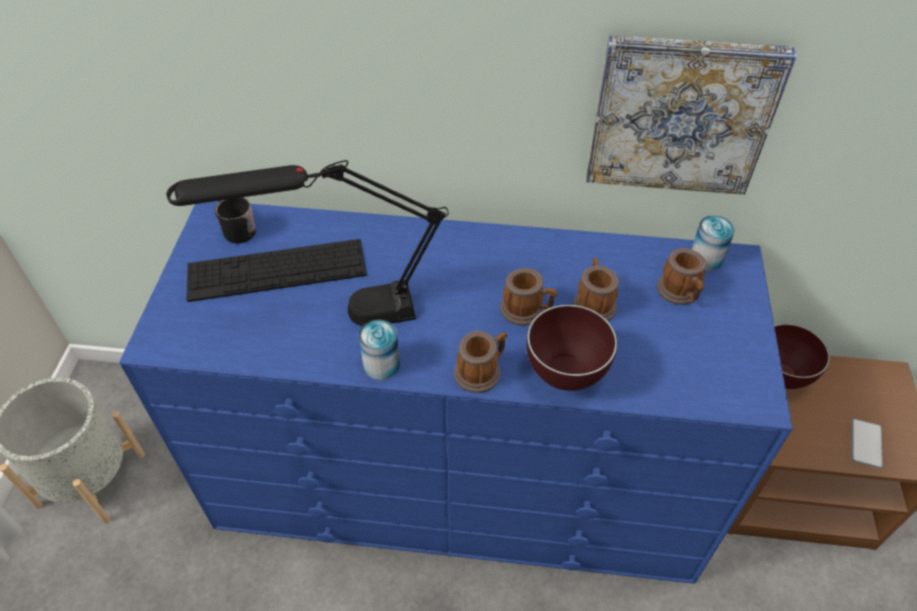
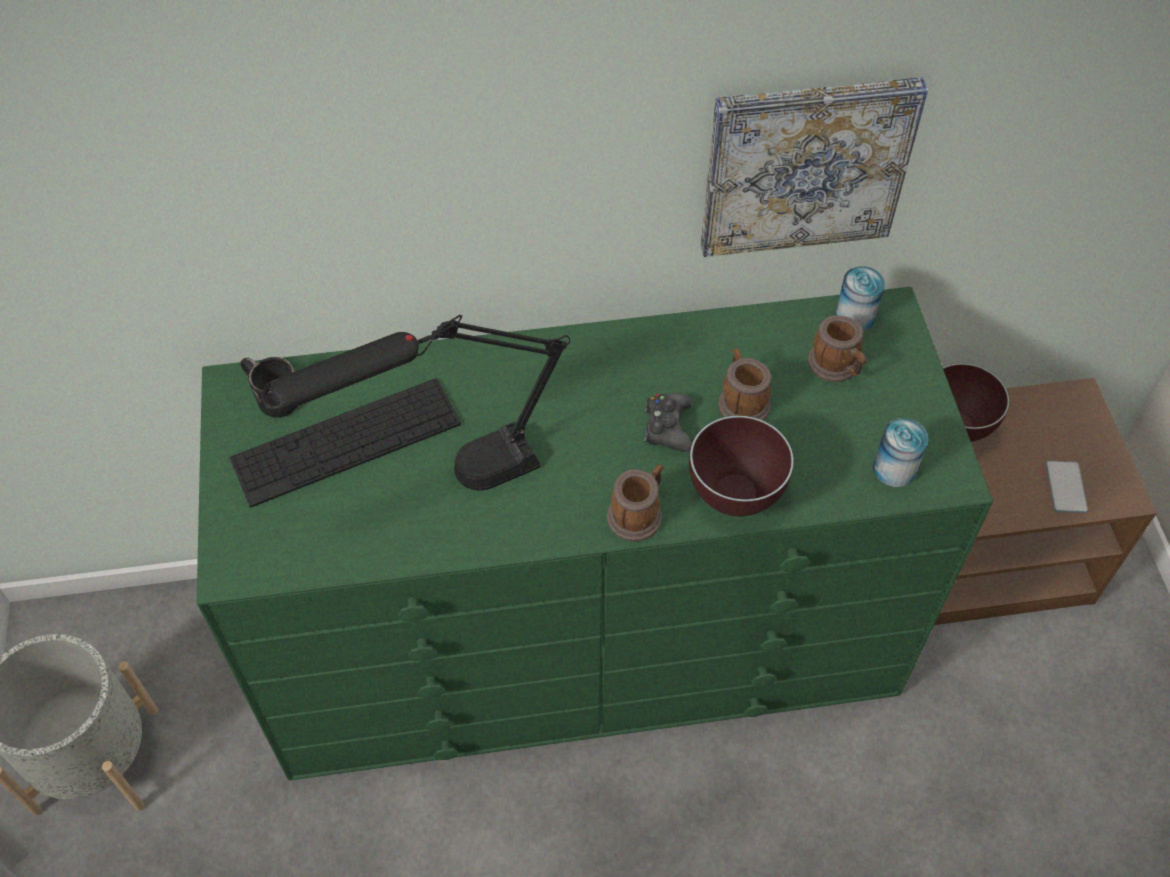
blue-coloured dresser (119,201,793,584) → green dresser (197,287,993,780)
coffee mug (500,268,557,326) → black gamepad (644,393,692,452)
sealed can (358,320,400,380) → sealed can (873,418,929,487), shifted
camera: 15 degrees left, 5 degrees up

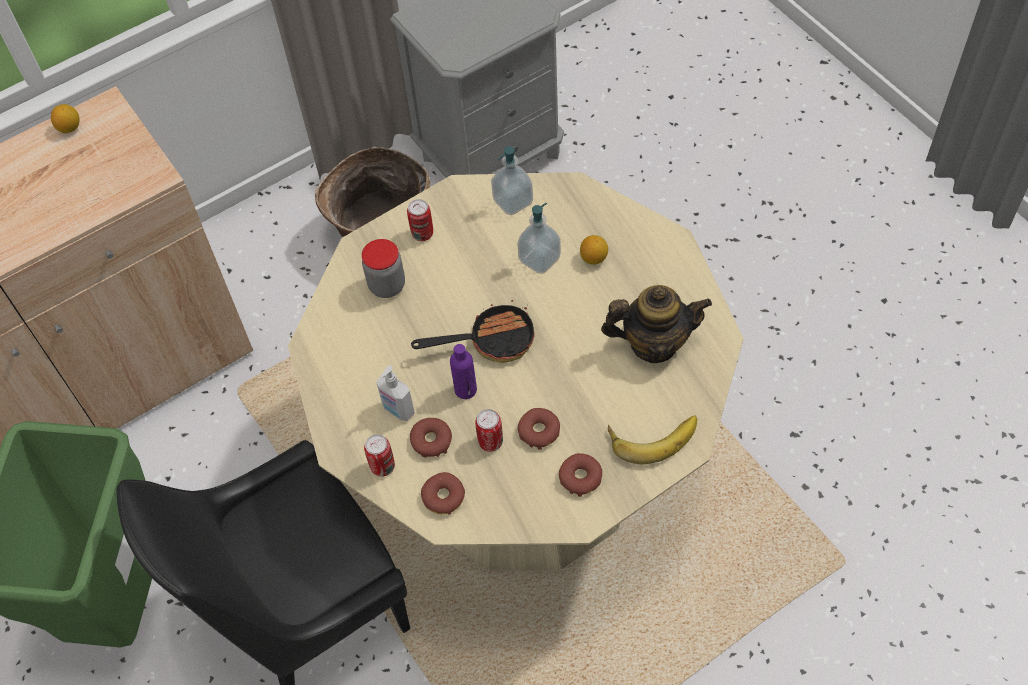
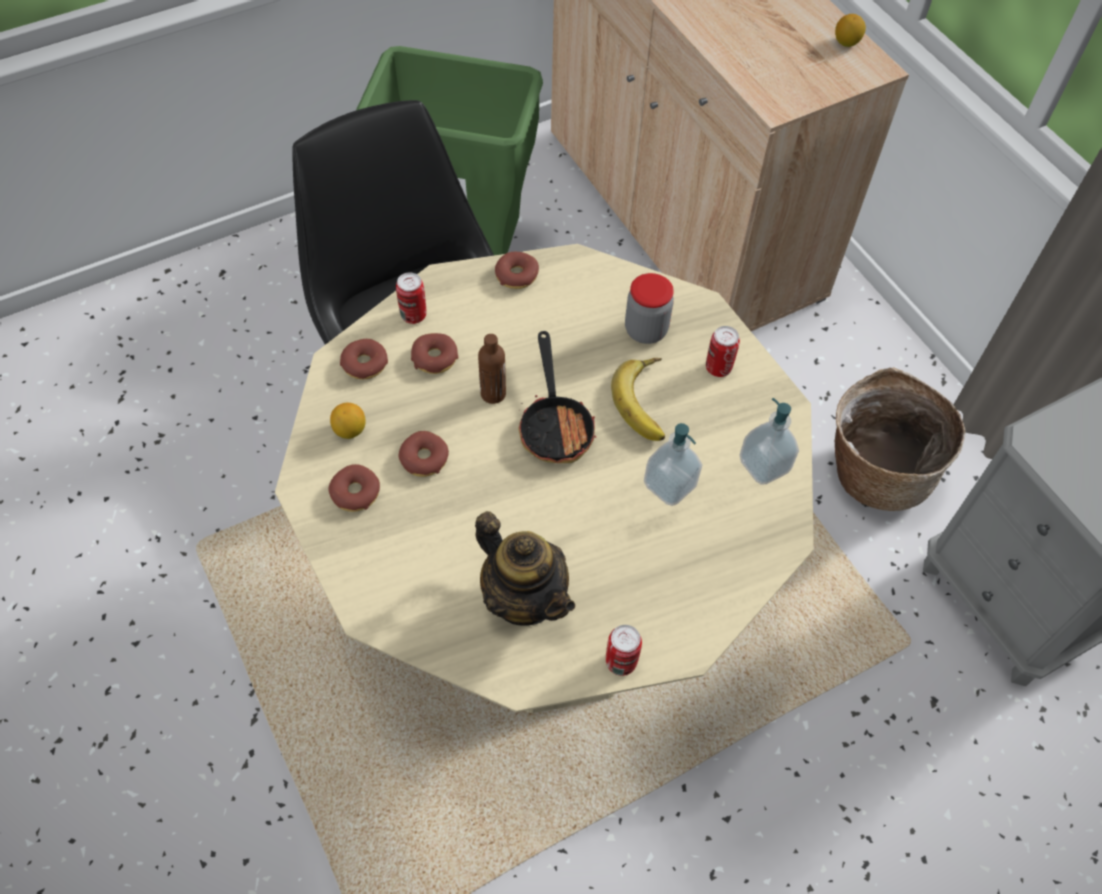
whole lemon (580,235,608,265) → whole lemon (330,403,365,439), shifted
teapot (601,285,712,363) → teapot (475,511,575,626), 45 degrees counterclockwise
purple-coloured beverage bottle (450,344,477,399) → brown-coloured beverage bottle (478,334,506,404)
- → donut (495,252,539,289)
sealed can (475,409,503,452) → sealed can (606,625,642,676), shifted
banana (608,415,697,464) → banana (611,358,665,441), shifted
liquid soap bottle (376,365,415,421) → -
camera: 90 degrees right, 0 degrees up

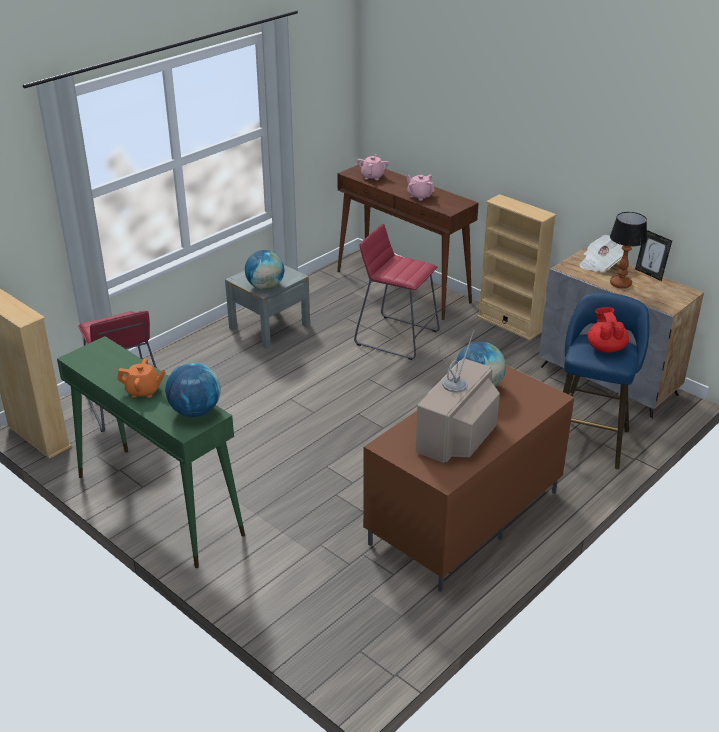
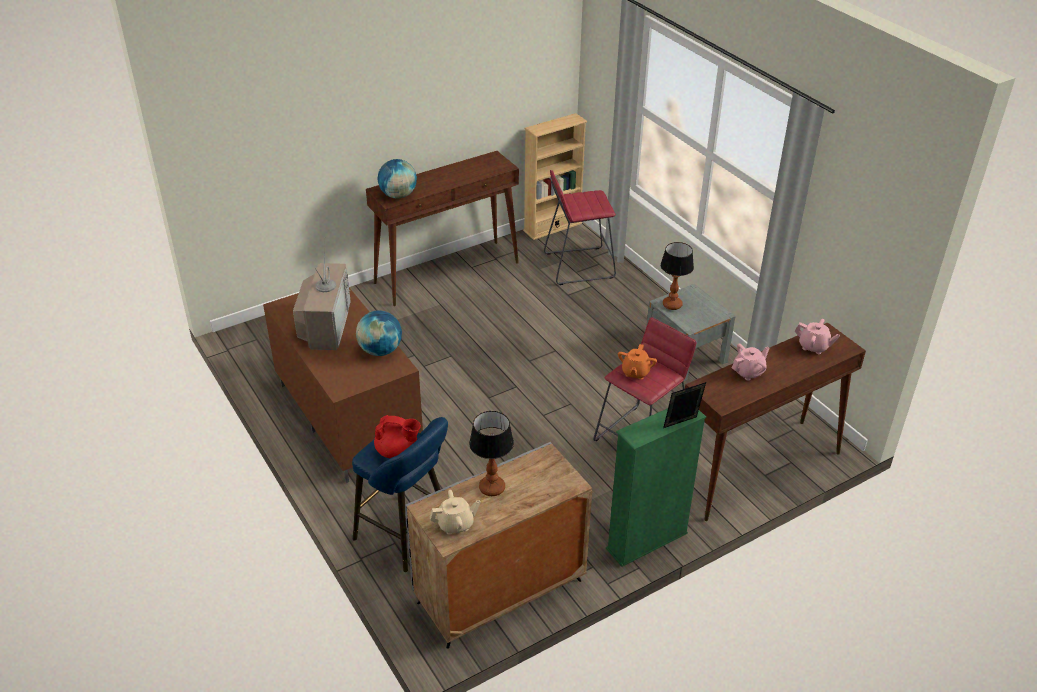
TV set (415,330,500,463) → TV set (293,244,351,350), 45 degrees clockwise
green console table (57,336,245,568) → brown-coloured console table (366,151,519,306)
- → beige teapot (430,490,481,535)
beige bookcase (477,194,557,340) → green bookcase (606,408,706,567)
orange-coloured teapot (117,358,166,398) → orange-coloured teapot (618,344,657,379), shifted
world globe (245,250,284,290) → tabletop lamp (660,242,694,310)
photo frame (635,230,672,281) → photo frame (663,382,706,428), shifted
printed paper (579,235,624,273) → -
camera: 105 degrees right, 5 degrees up

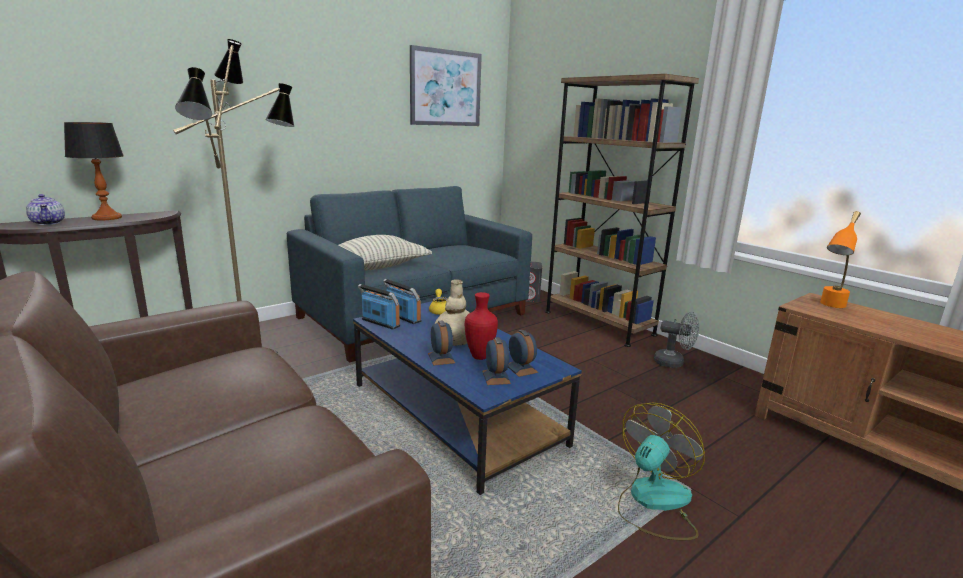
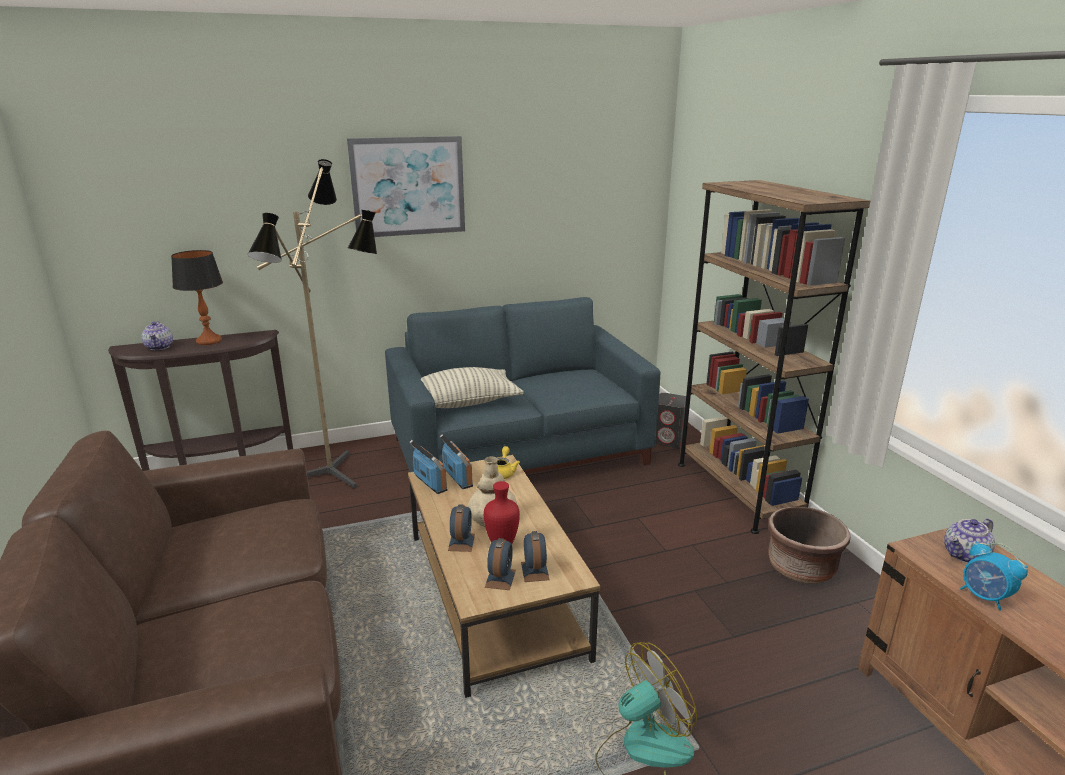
wall picture (410,45,482,126) → wall picture (347,136,465,237), shifted
blue-coloured lounge table (353,301,582,495) → brown-coloured lounge table (408,455,600,698)
greyish electric fan (654,312,699,368) → brown-coloured planter (768,507,850,584)
orange-coloured tabletop lamp (820,211,861,308) → teapot (944,518,995,563)
- → bedside clock (960,542,1028,611)
camera: 20 degrees right, 5 degrees up

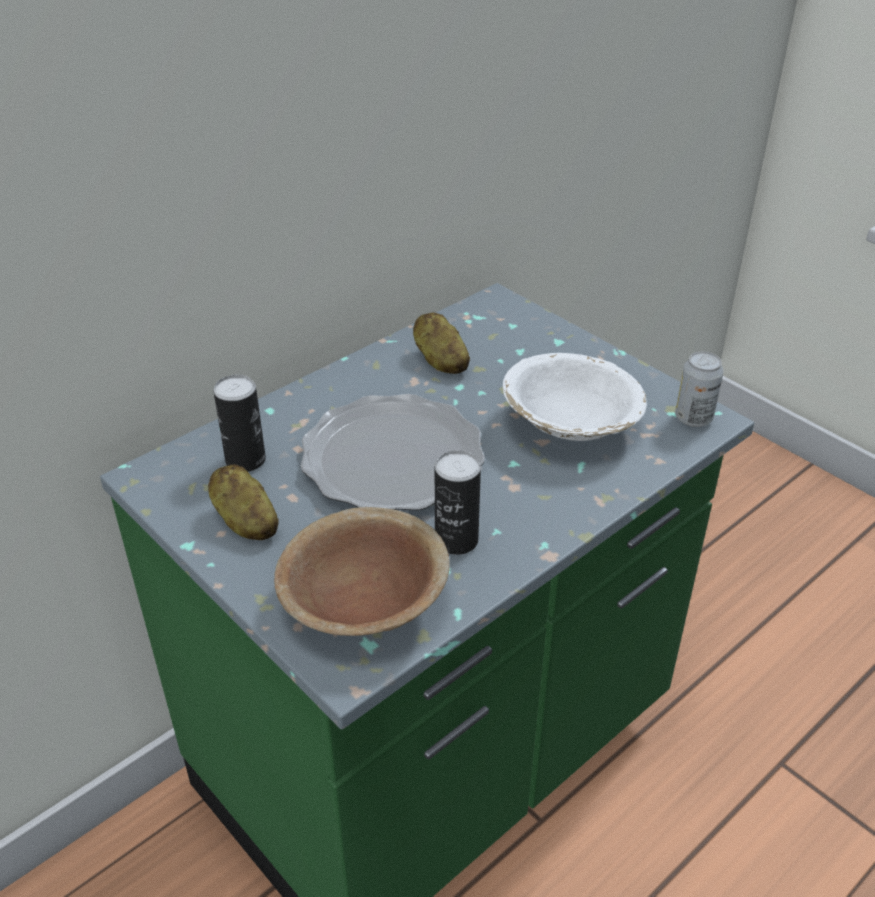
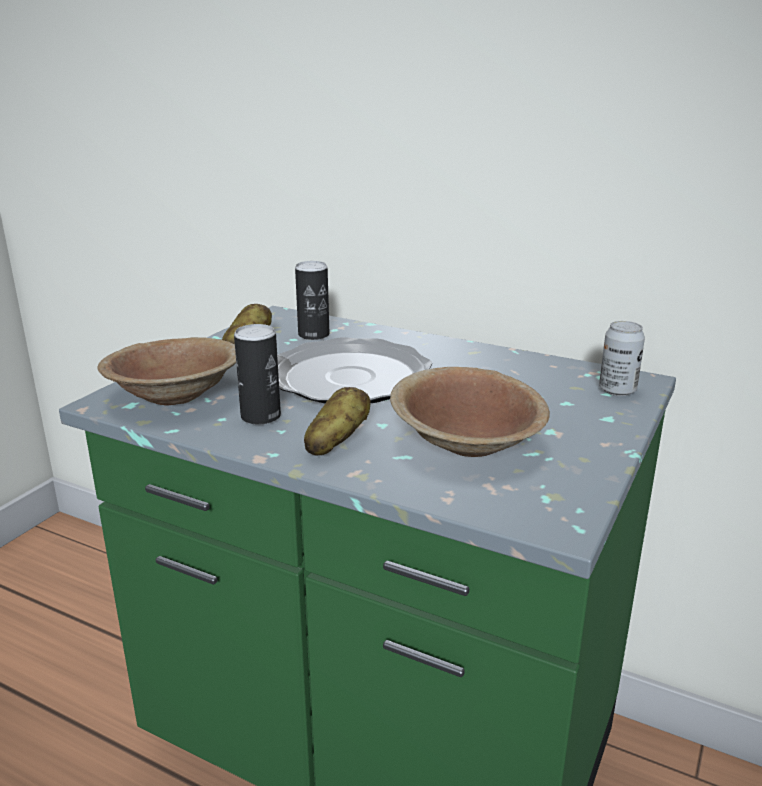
potato (413,312,470,374) → potato (304,387,371,455), shifted
whitish deep dish (503,353,647,441) → brown-coloured deep dish (390,367,550,457)
sealed can (675,352,724,427) → sealed can (599,321,645,396), shifted
camera: 70 degrees right, 15 degrees down

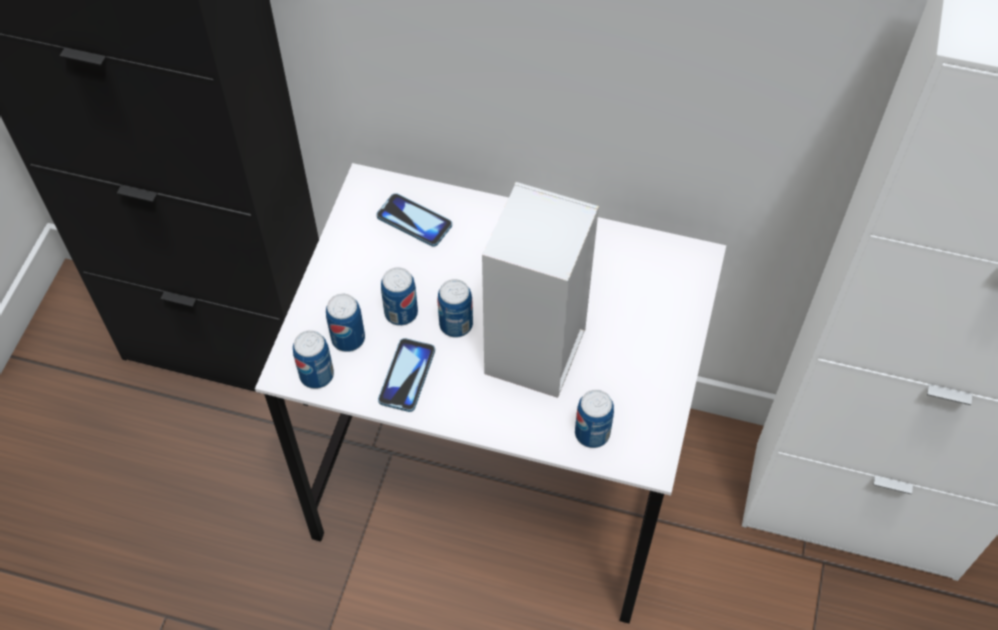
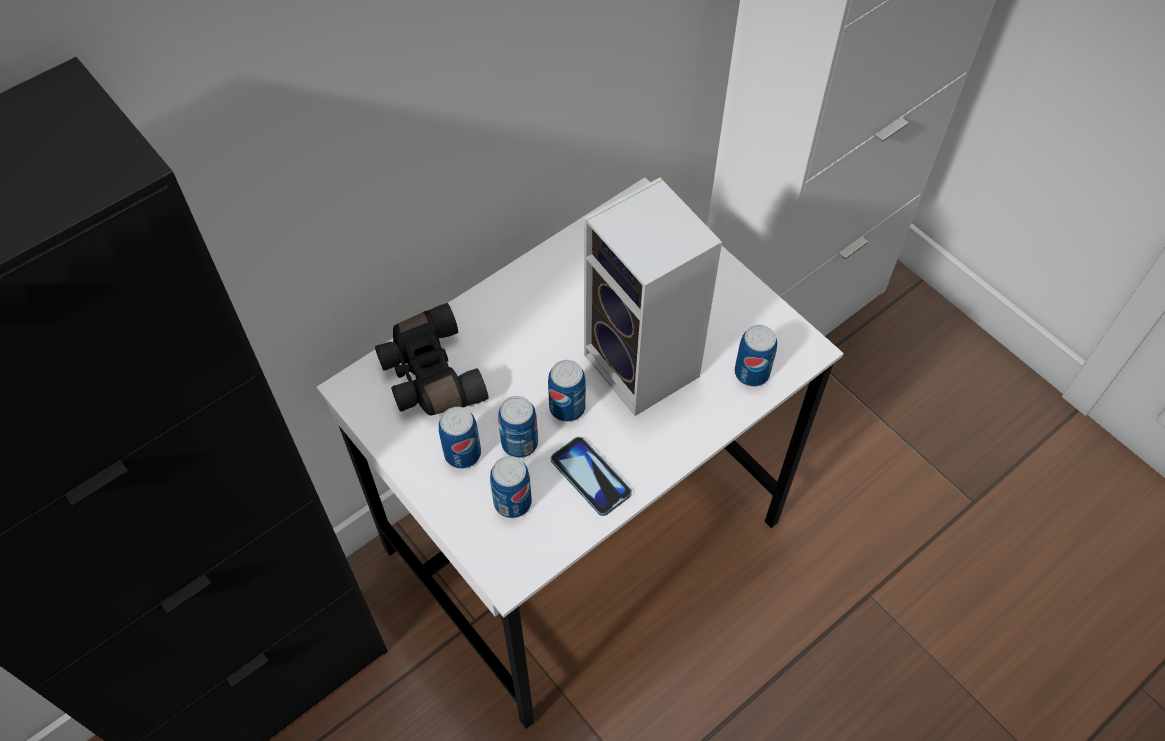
telephone (376,193,452,247) → black pair of binoculars (375,303,489,415)
sealed can (293,330,334,389) → sealed can (439,407,481,469), shifted
camera: 55 degrees left, 0 degrees up

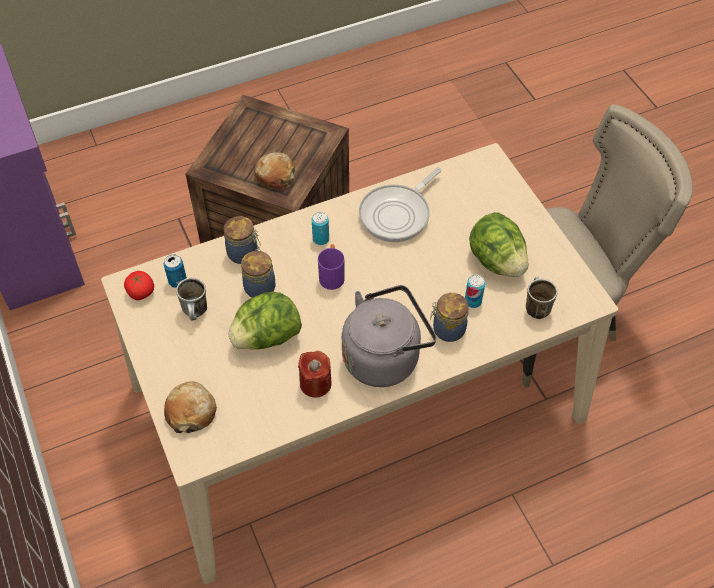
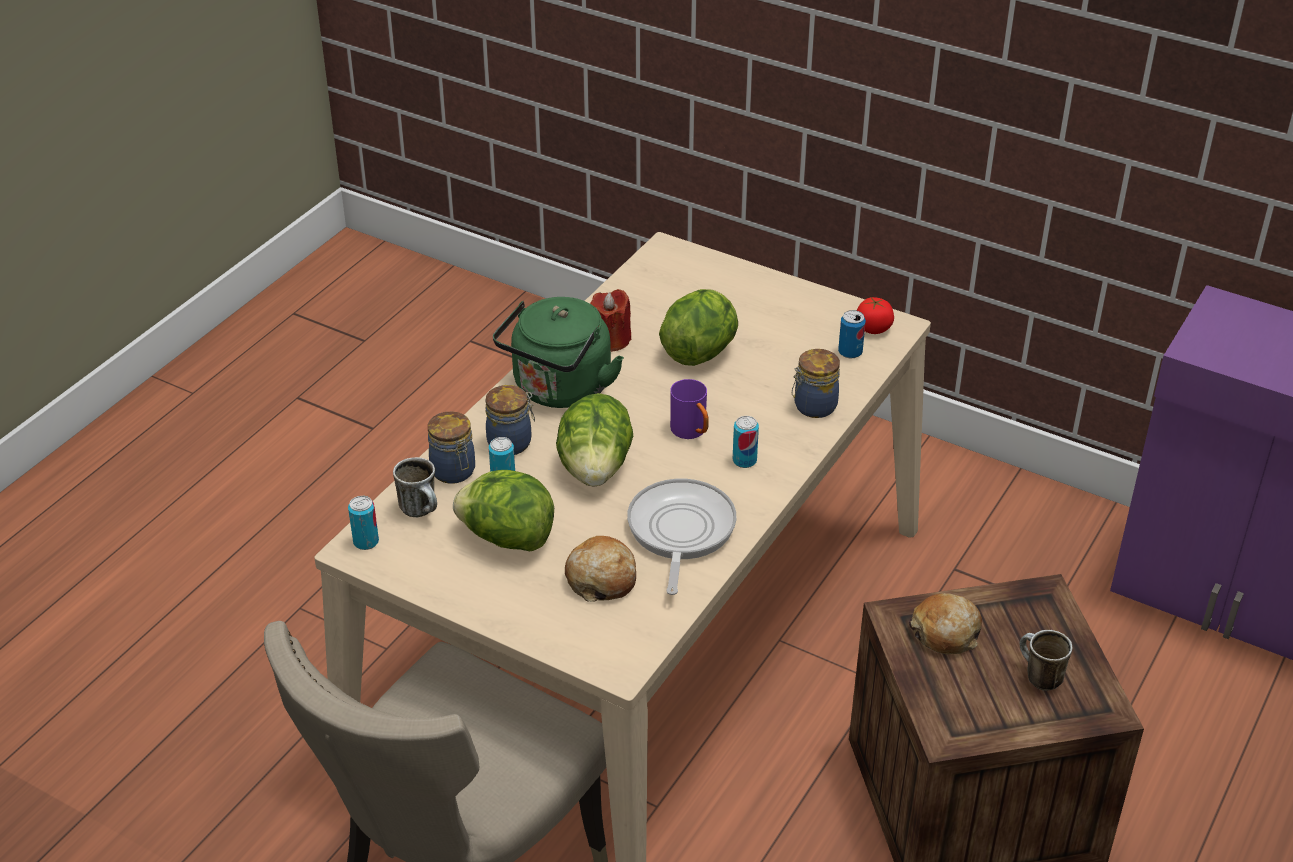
- → sealed can (348,496,379,550)
storage jar (241,249,276,298) → storage jar (428,411,475,484), shifted
greyish kettle (342,285,437,387) → green kettle (493,297,624,408)
- → head of lettuce (556,393,633,487)
baked bread (164,381,217,433) → baked bread (565,536,636,602), shifted
coffee mug (176,278,207,320) → coffee mug (1020,630,1072,691), shifted
camera: 145 degrees right, 15 degrees down

